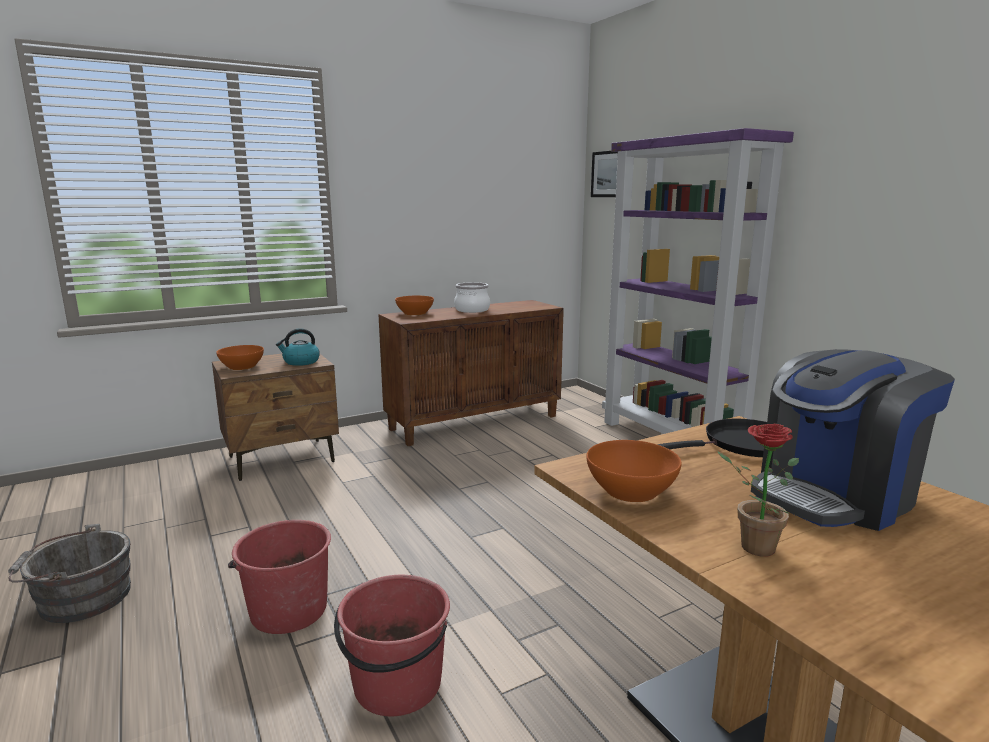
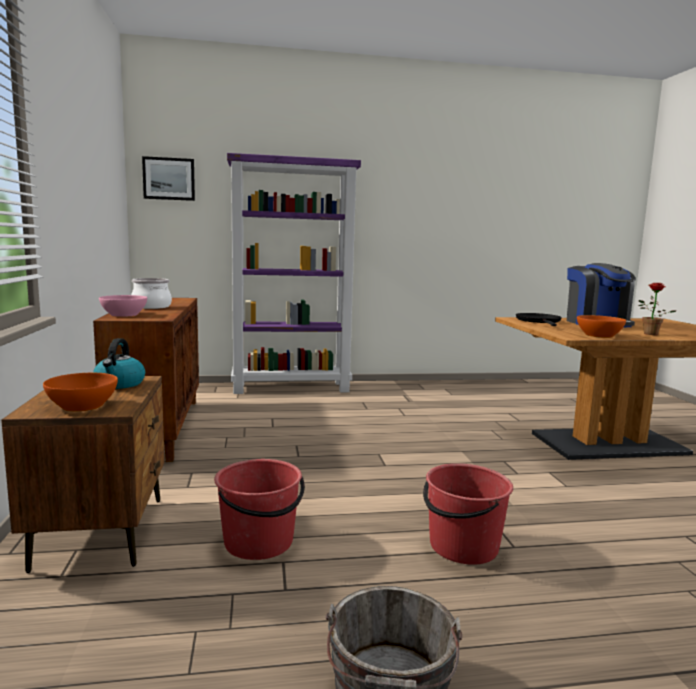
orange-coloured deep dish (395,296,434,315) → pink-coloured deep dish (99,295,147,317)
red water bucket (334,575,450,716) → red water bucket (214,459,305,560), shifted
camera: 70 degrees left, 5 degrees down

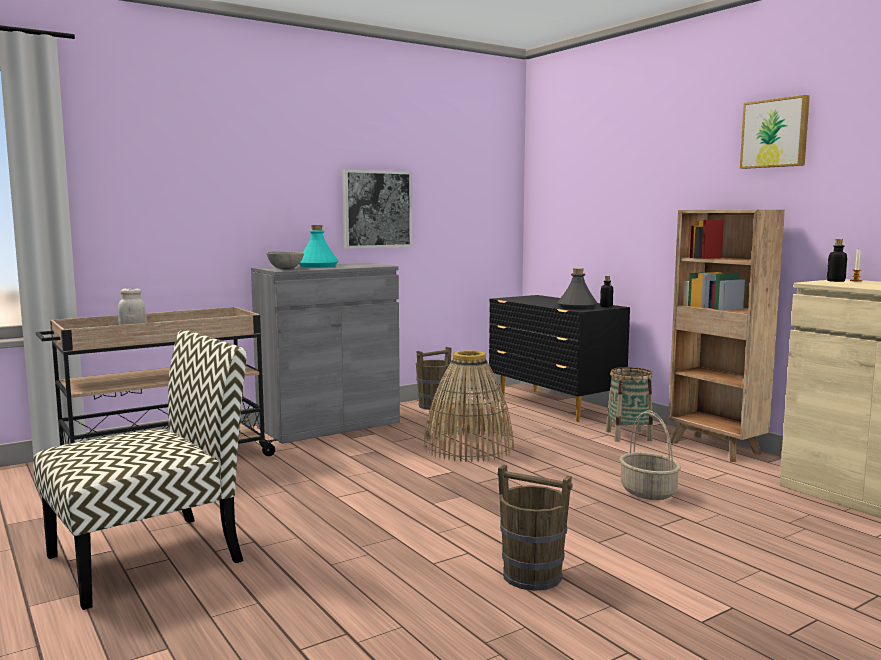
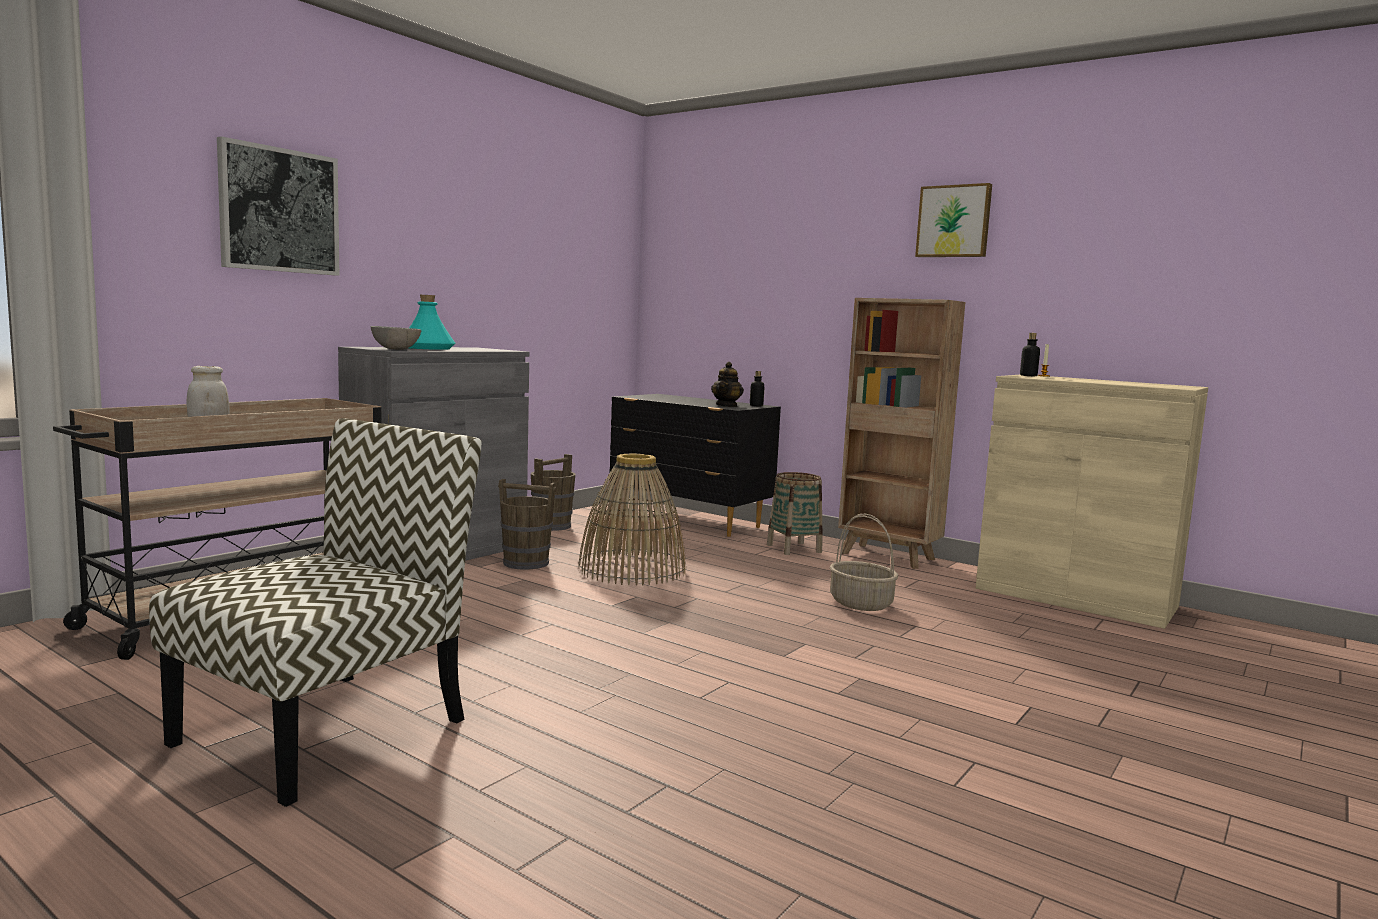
wall picture (342,169,412,249) → wall picture (217,136,339,275), shifted
brown-coloured water bucket (497,464,573,591) → brown-coloured water bucket (498,479,557,570), shifted
greyish beverage bottle (557,268,598,309) → teapot (711,362,744,407)
camera: 20 degrees left, 0 degrees up

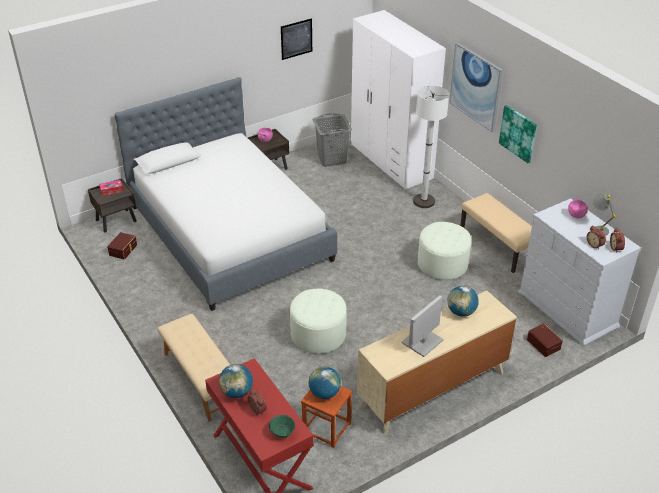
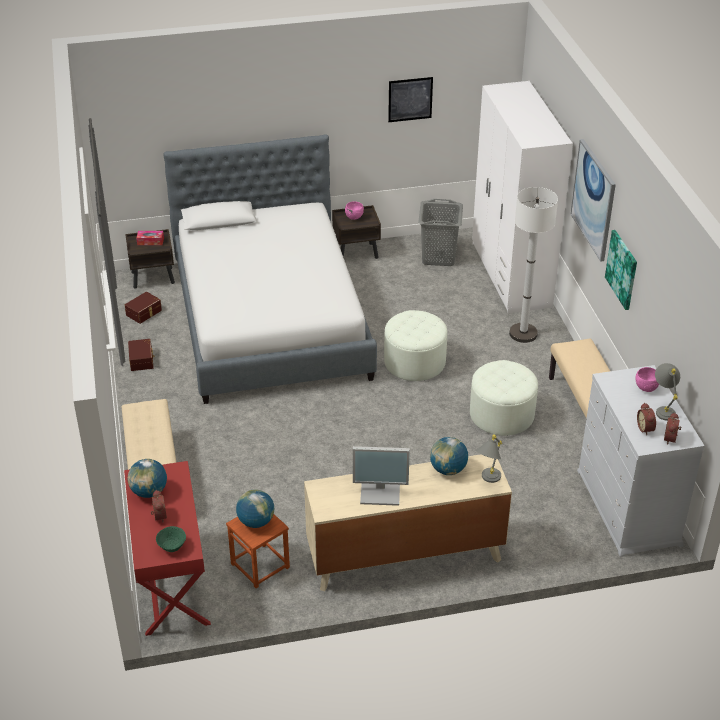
brown-coloured storage bin (527,324,563,357) → brown-coloured storage bin (128,339,154,371), shifted
computer display (401,295,444,357) → computer display (353,446,410,506), 150 degrees counterclockwise
whitish pouffe (290,289,347,354) → whitish pouffe (384,310,447,381), shifted
- → greyish tabletop lamp (476,434,502,483)
camera: 20 degrees right, 0 degrees up

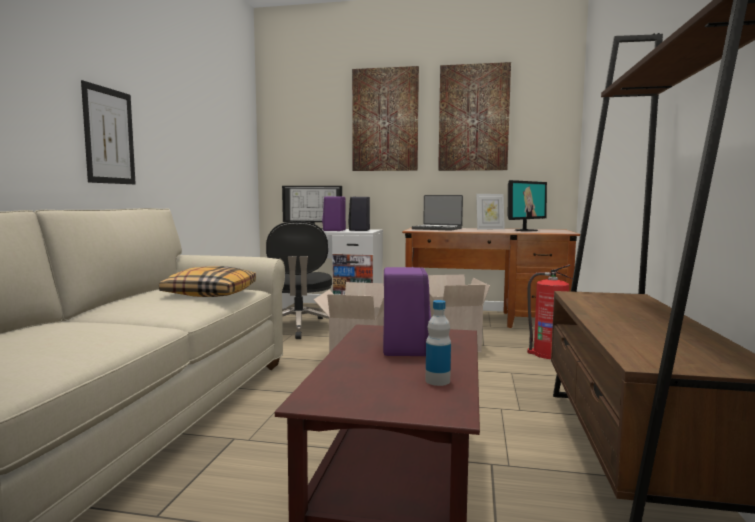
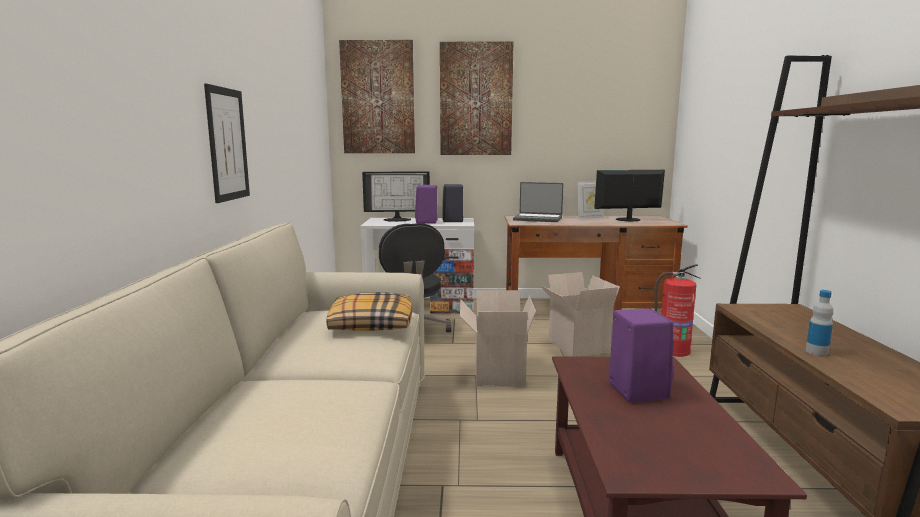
wall picture (438,62,511,171) → wall picture (339,40,415,153), shifted
computer display (508,180,547,231) → computer display (594,170,665,221), 135 degrees counterclockwise
beverage bottle (426,300,451,386) → beverage bottle (806,290,834,356), shifted
camera: 10 degrees left, 5 degrees up

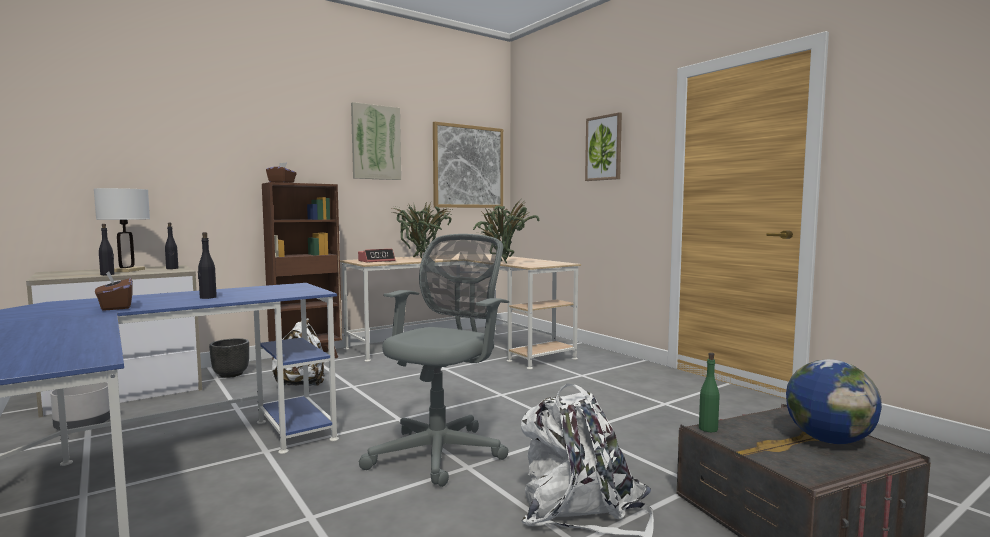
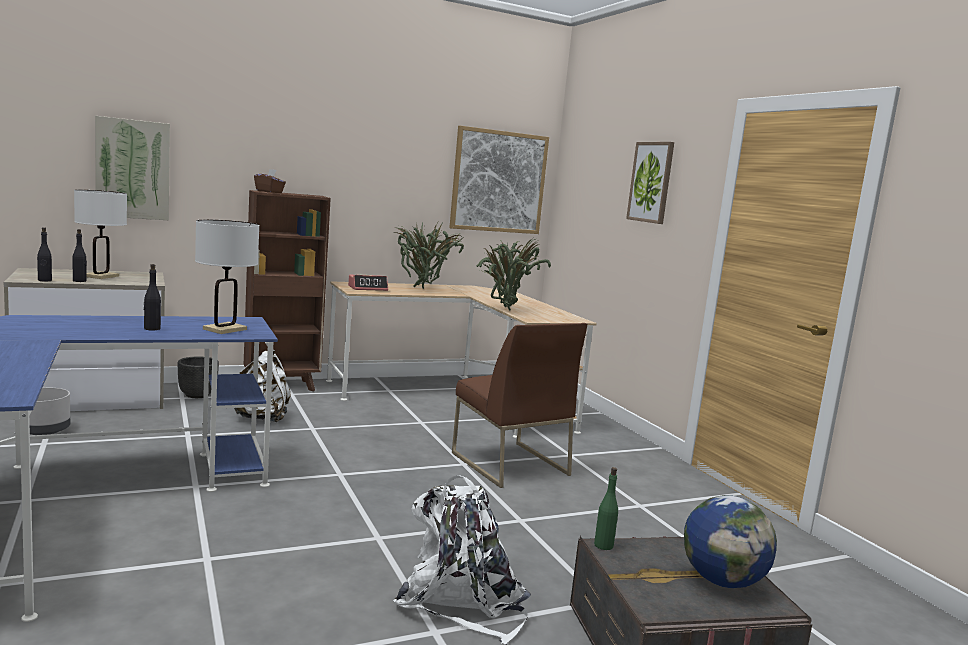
black beverage bottle (165,223,178,269) → black beverage bottle (37,227,52,282), shifted
wall picture (351,102,401,180) → wall picture (95,116,170,220), shifted
- → whitish tabletop lamp (195,220,259,334)
- → brown-coloured plain chair (452,323,587,488)
brown-coloured tissue holder (95,271,133,311) → -
greyish desk chair (359,234,509,487) → -
camera: 10 degrees right, 5 degrees up

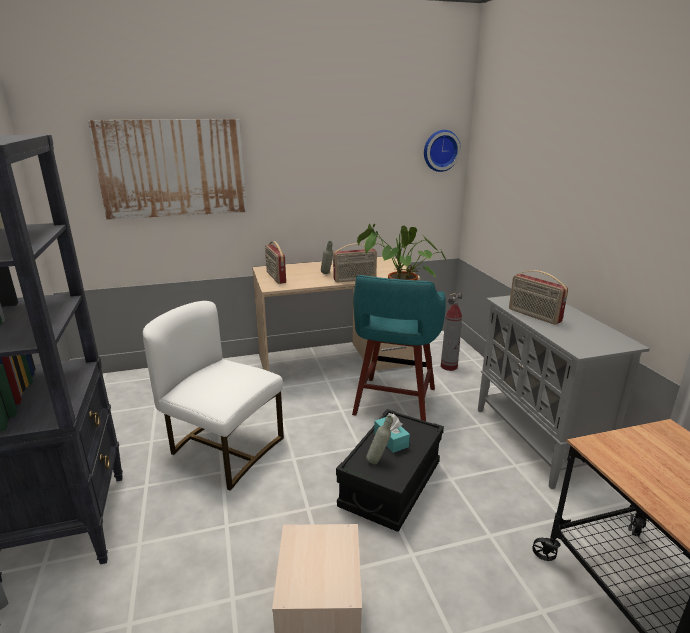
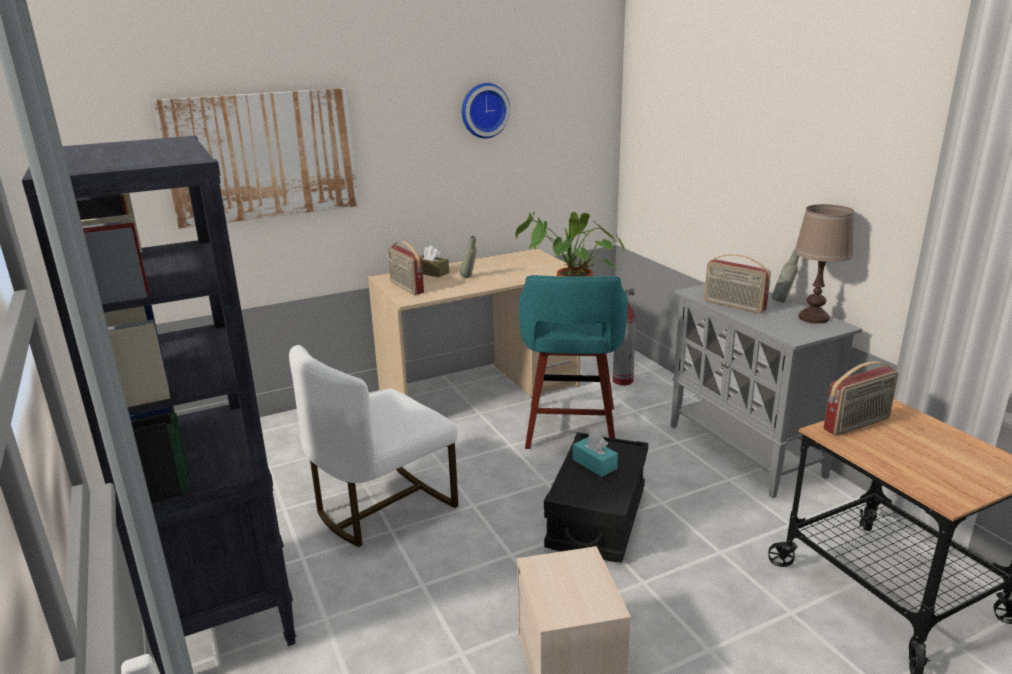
whitish plain chair (143,301,284,491) → whitish plain chair (289,345,458,547), 60 degrees counterclockwise
- → brown-coloured tissue holder (420,246,449,277)
wall clock (424,130,461,172) → wall clock (462,83,510,138), shifted
greyish beverage bottle (366,415,393,464) → greyish beverage bottle (772,251,800,303), shifted
- → brown-coloured tabletop lamp (794,204,854,324)
radio set (333,243,377,282) → radio set (823,362,898,436), shifted
camera: 10 degrees left, 0 degrees up

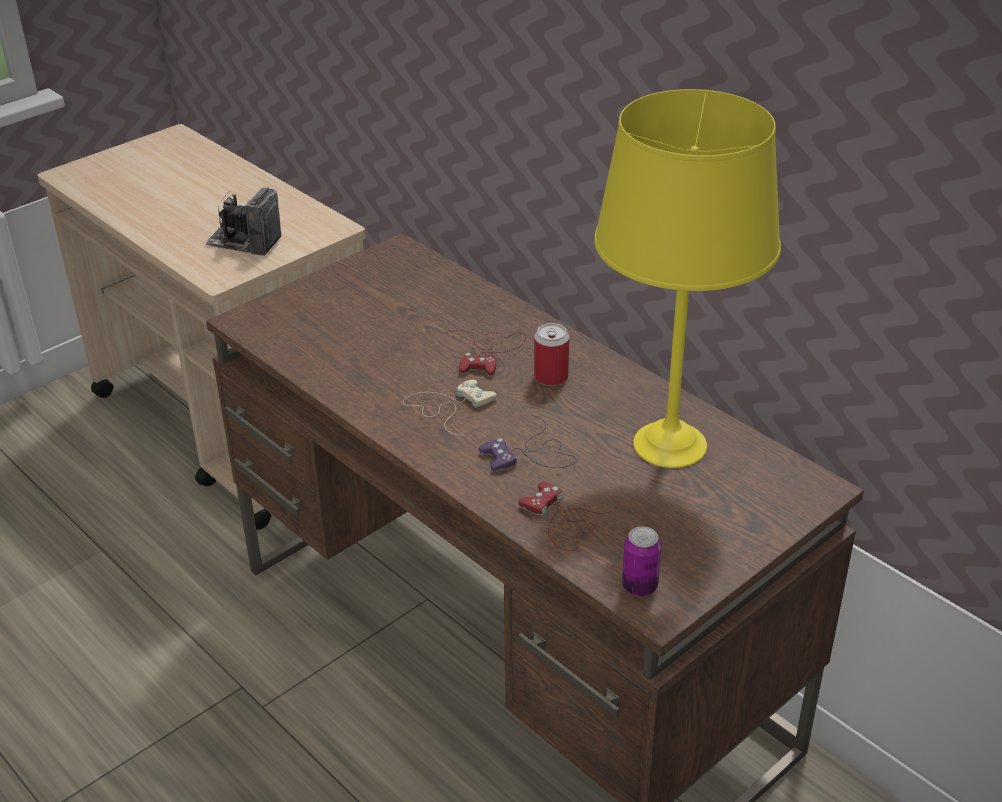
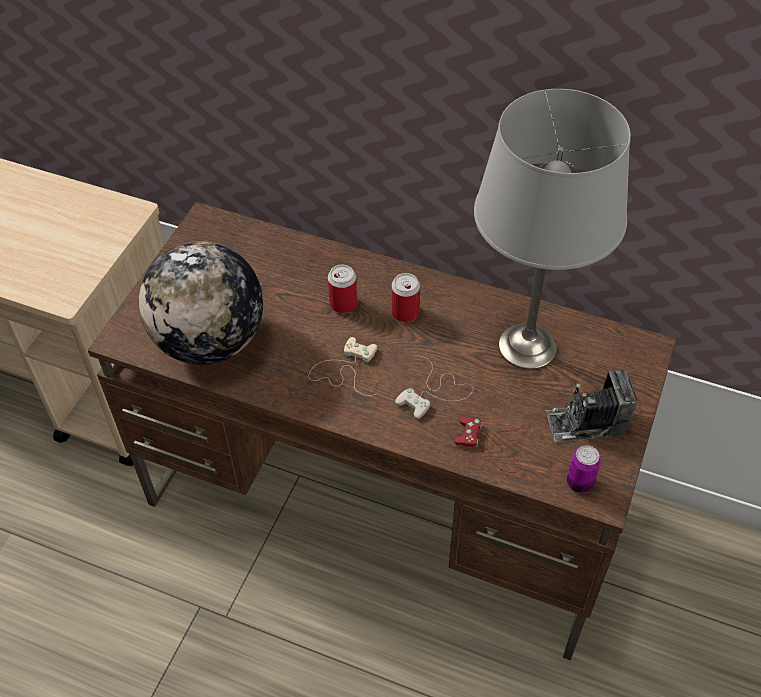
- → world globe (139,241,263,365)
red gamepad (446,330,526,376) → sealed can (328,265,357,313)
purple-coloured gamepad (479,415,577,472) → whitish gamepad (395,356,473,419)
yellow-coloured tabletop lamp (594,89,781,468) → greyish tabletop lamp (474,89,631,369)
still camera (205,187,281,256) → still camera (546,370,637,442), shifted
camera: 25 degrees left, 15 degrees up

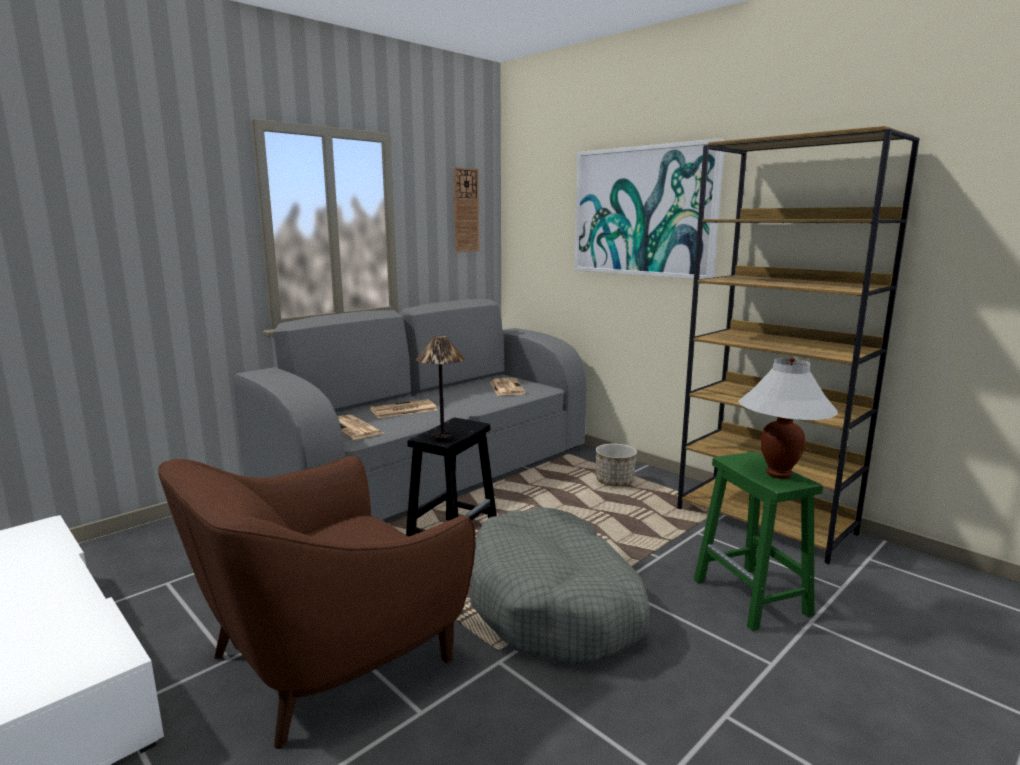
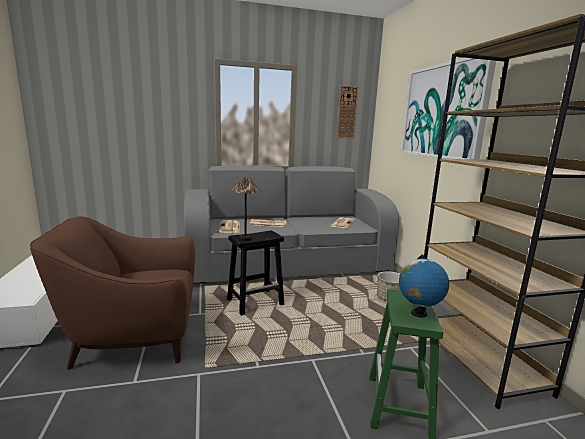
whitish tabletop lamp (738,357,838,479) → world globe (399,254,449,317)
greyish dog bed (470,507,650,664) → -
camera: 30 degrees right, 0 degrees up

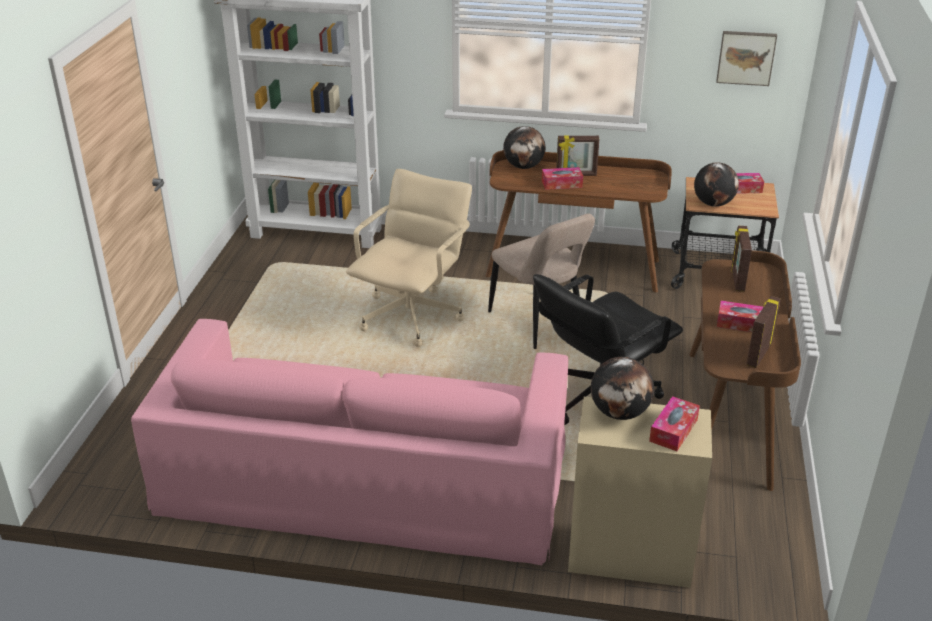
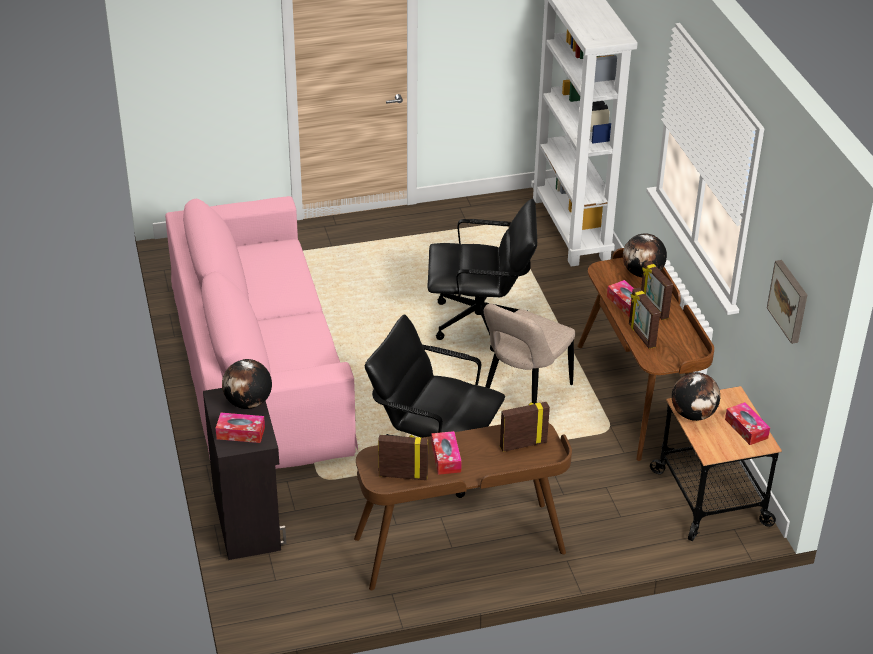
beige cupboard (568,397,712,588) → black cupboard (203,388,286,560)
beige desk chair (346,169,472,347) → black desk chair (428,199,537,352)
- → photo frame (629,287,660,349)
camera: 65 degrees right, 5 degrees up

